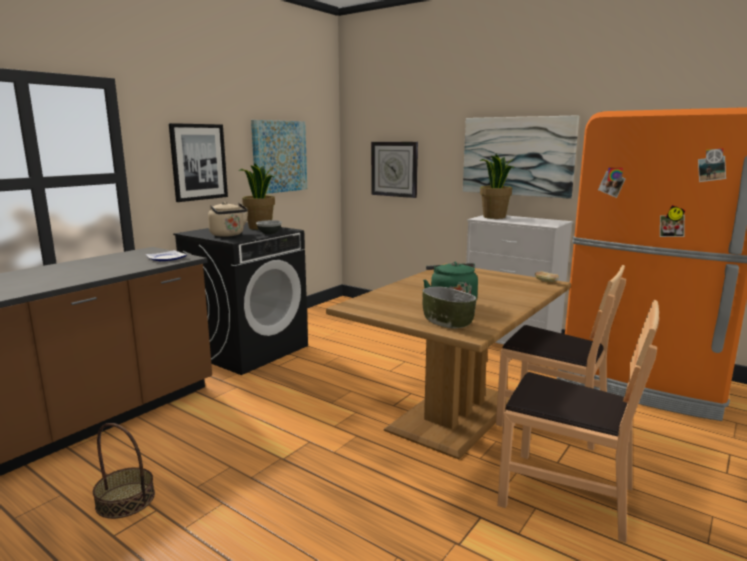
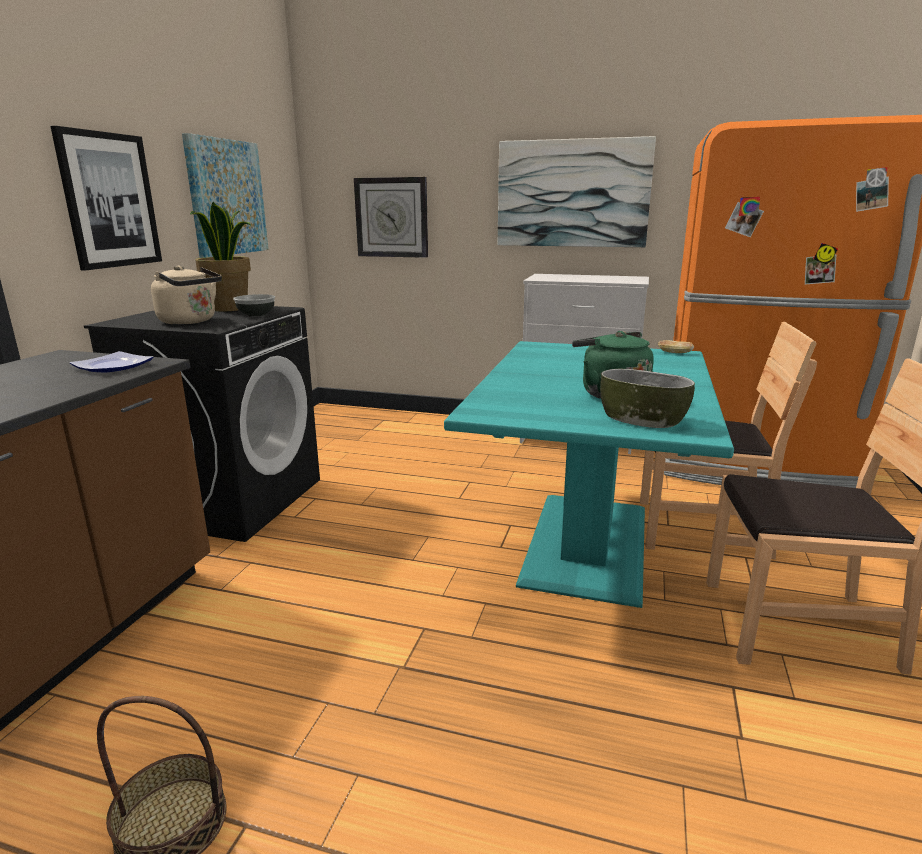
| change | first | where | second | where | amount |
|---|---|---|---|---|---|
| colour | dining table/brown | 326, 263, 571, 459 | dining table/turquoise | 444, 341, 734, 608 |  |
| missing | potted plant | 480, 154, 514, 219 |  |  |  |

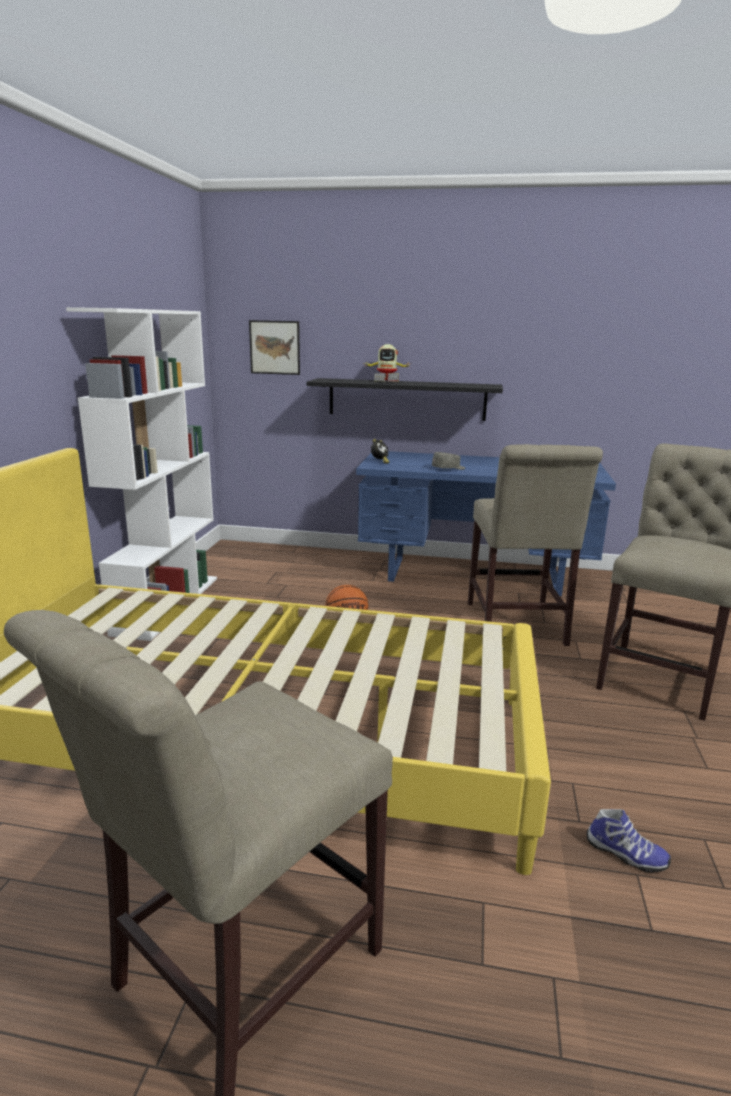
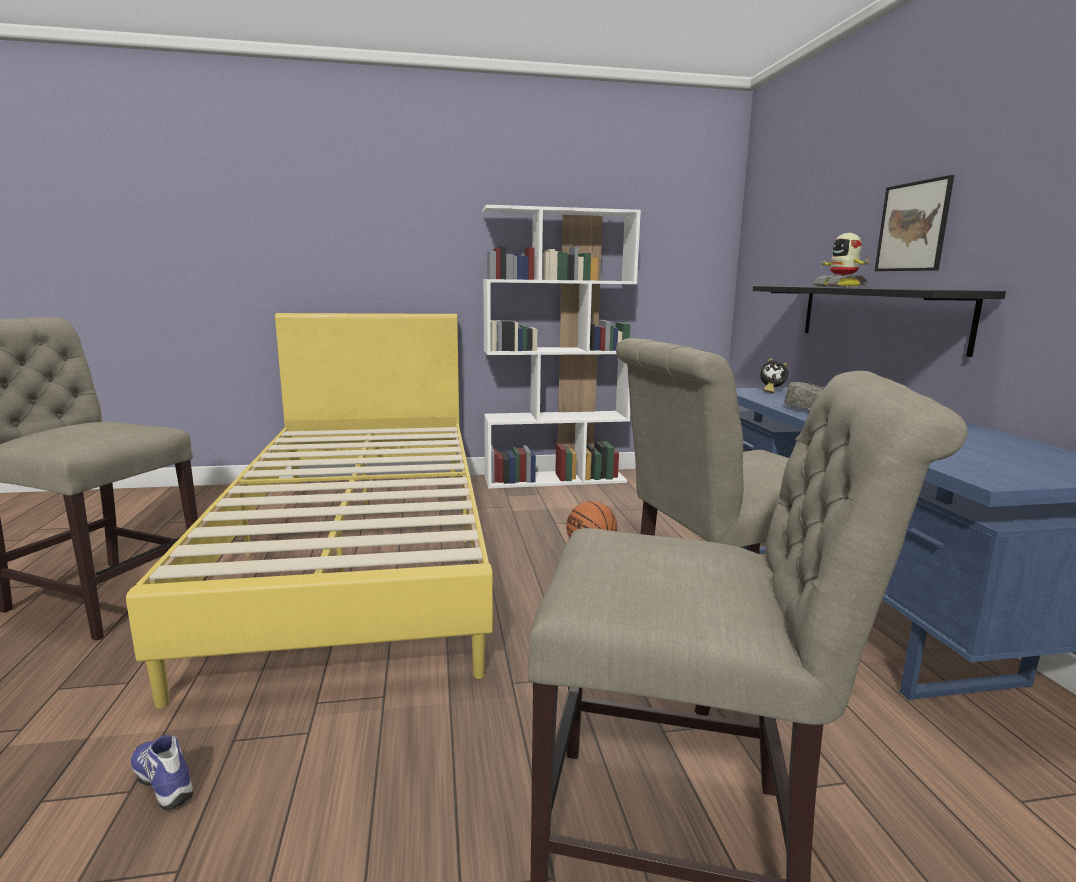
| change | first | where | second | where | amount |
|---|---|---|---|---|---|
| relocated | picture | 249, 320, 300, 375 |  | 875, 175, 954, 271 |  |
| spun | shoe | 586, 809, 671, 873 |  | 131, 735, 193, 811 | 120 degrees clockwise |

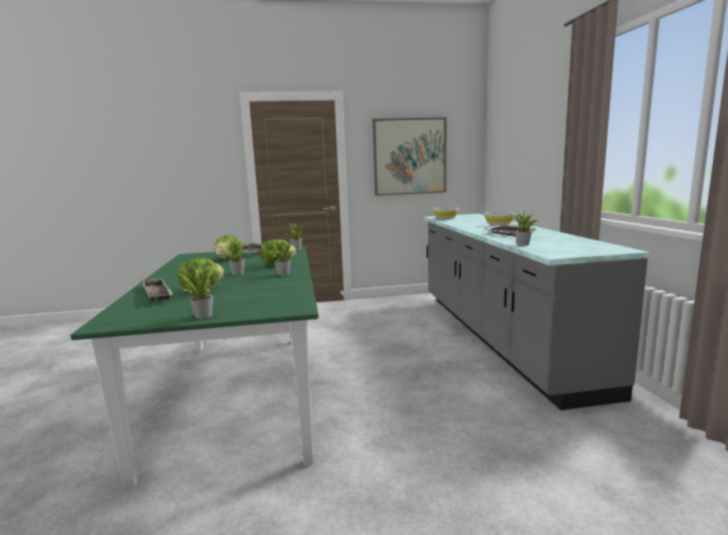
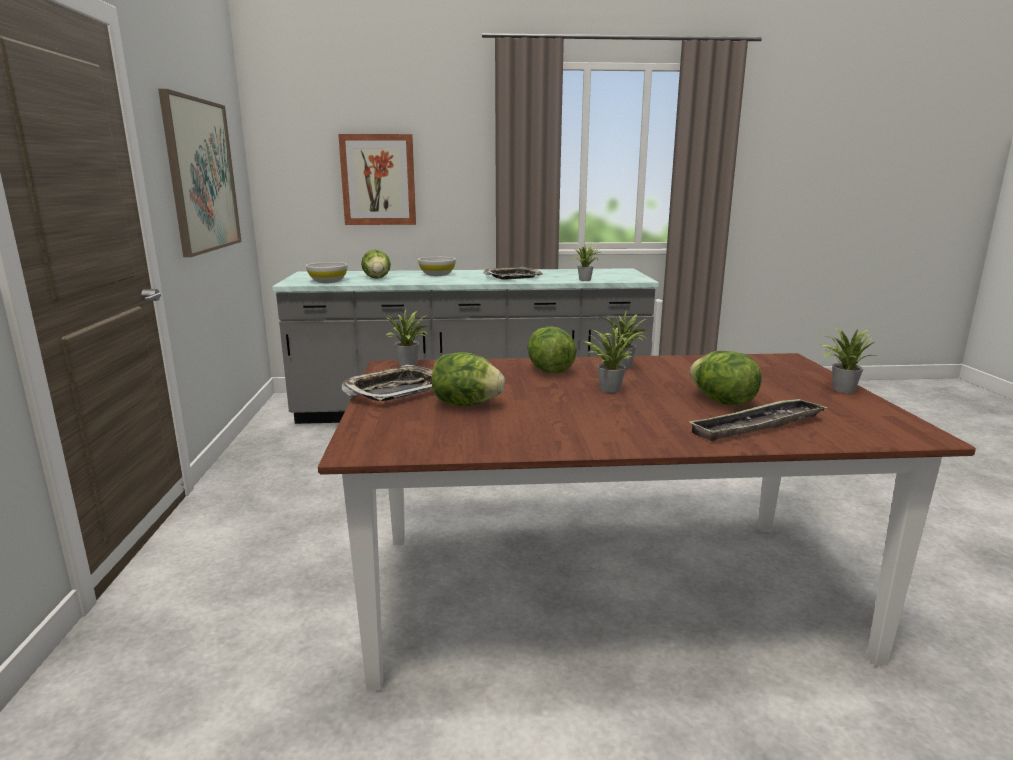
| change | first | where | second | where | amount |
|---|---|---|---|---|---|
| colour | dining table/green | 70, 246, 319, 490 | dining table/brown | 318, 353, 976, 691 |  |
| appeared |  |  | picture | 338, 134, 416, 225 |  |
| appeared |  |  | lettuce | 361, 250, 391, 279 |  |

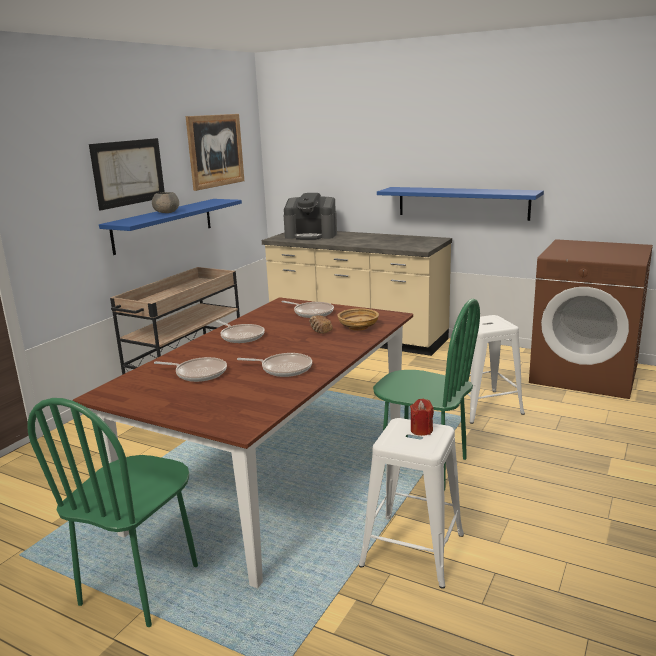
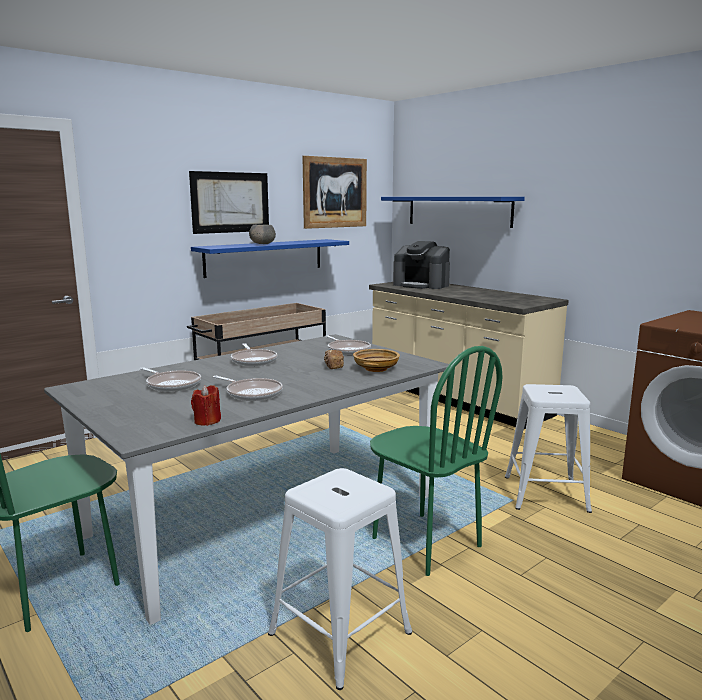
| change | first | where | second | where | amount |
|---|---|---|---|---|---|
| colour | dining table/brown | 73, 297, 413, 588 | dining table/grey | 44, 334, 449, 625 |  |
| relocated | shelf/blue | 377, 187, 544, 221 |  | 381, 197, 525, 228 |  |
| relocated | candle/red | 410, 399, 434, 436 |  | 191, 385, 221, 426 |  |

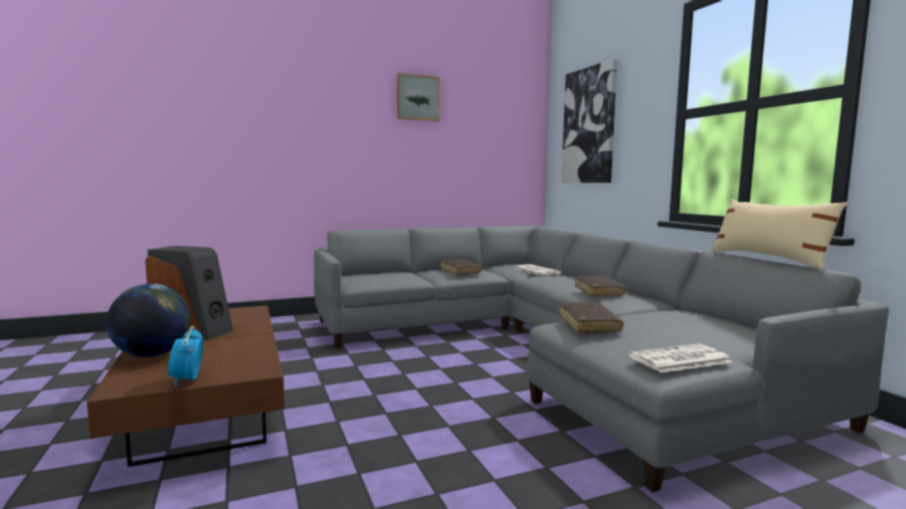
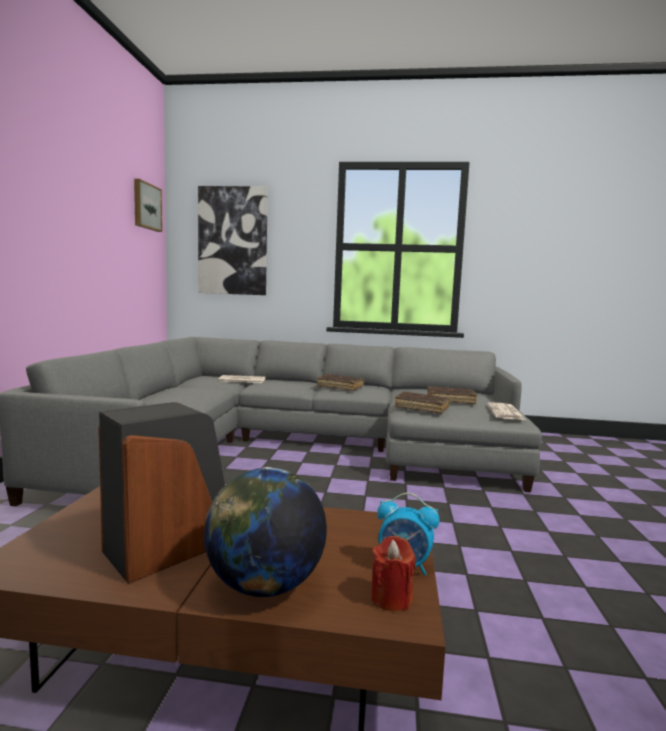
| change | first | where | second | where | amount |
|---|---|---|---|---|---|
| relocated | picture | 397, 73, 440, 121 |  | 134, 179, 162, 232 |  |
| relocated | book/brown | 440, 258, 482, 275 |  | 427, 386, 477, 404 |  |
| missing | pillow/beige | 710, 199, 848, 269 |  |  |  |
| appeared |  |  | candle/red | 371, 536, 416, 611 |  |

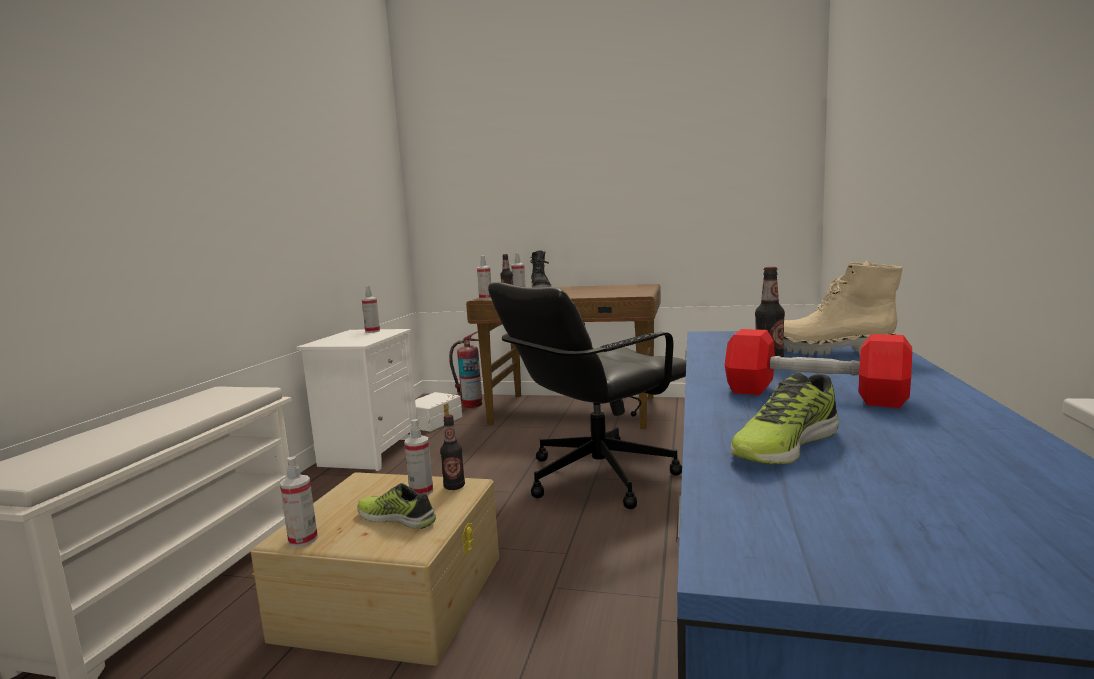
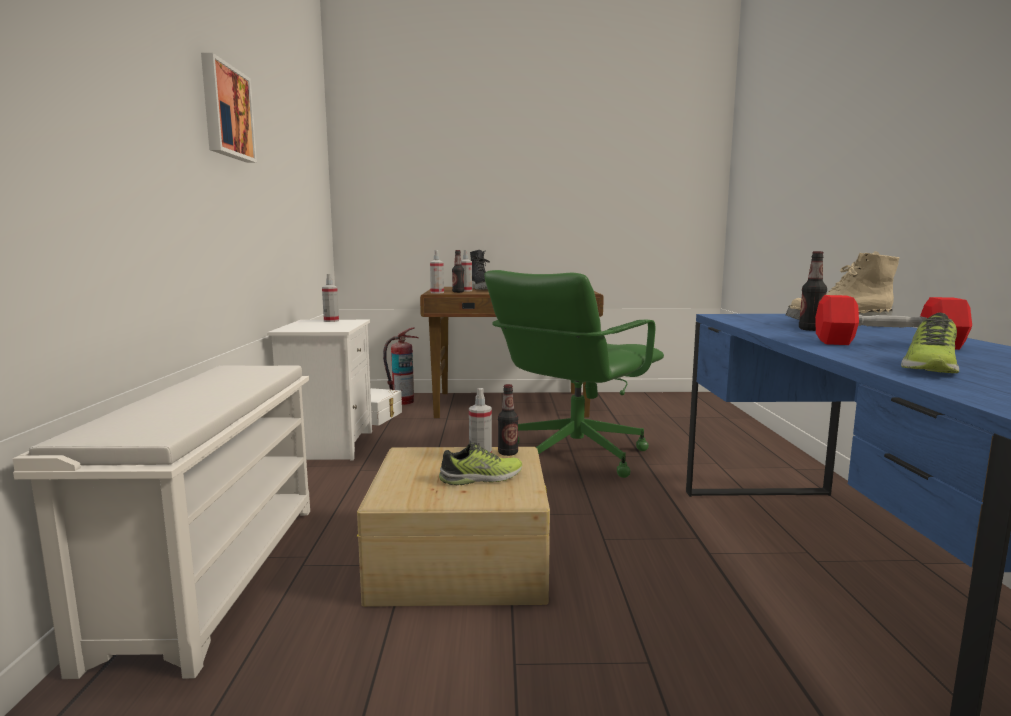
| change | first | where | second | where | amount |
|---|---|---|---|---|---|
| missing | spray bottle | 280, 456, 318, 547 |  |  |  |
| spun | shoe | 357, 483, 436, 529 |  | 439, 443, 522, 485 | 150 degrees clockwise |
| colour | office chair/black | 488, 282, 686, 509 | office chair/green | 484, 270, 664, 478 |  |
| appeared |  |  | picture | 201, 53, 257, 163 |  |

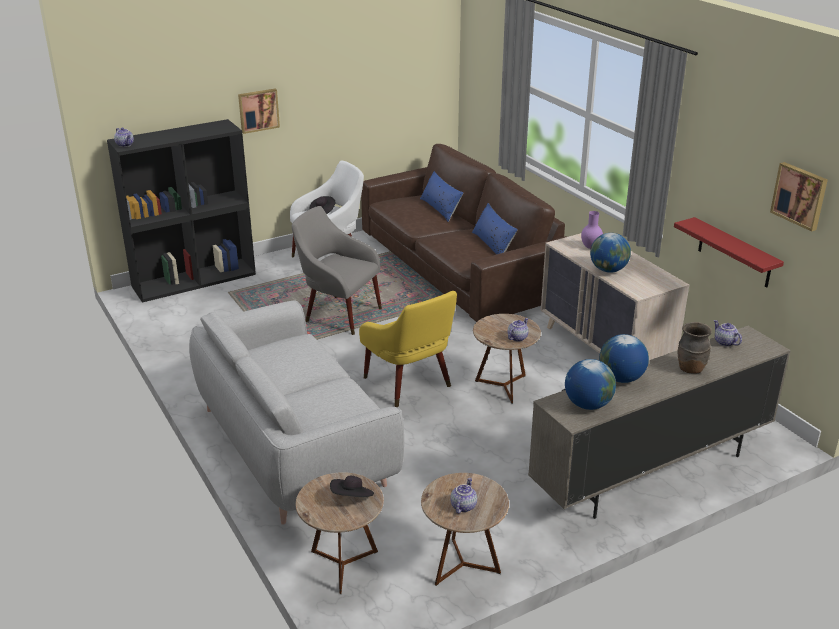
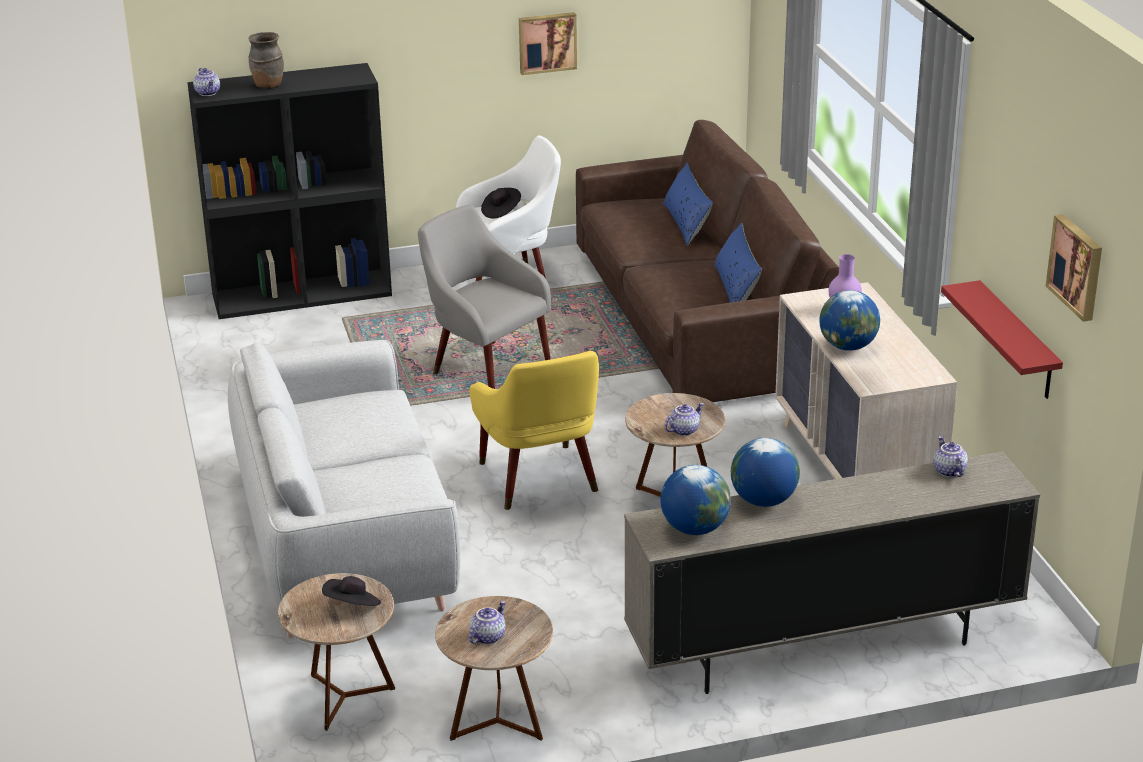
| change | first | where | second | where | amount |
|---|---|---|---|---|---|
| relocated | picture | 238, 89, 280, 134 |  | 519, 12, 577, 75 |  |
| relocated | vase/brown | 678, 322, 712, 374 |  | 248, 32, 284, 88 |  |

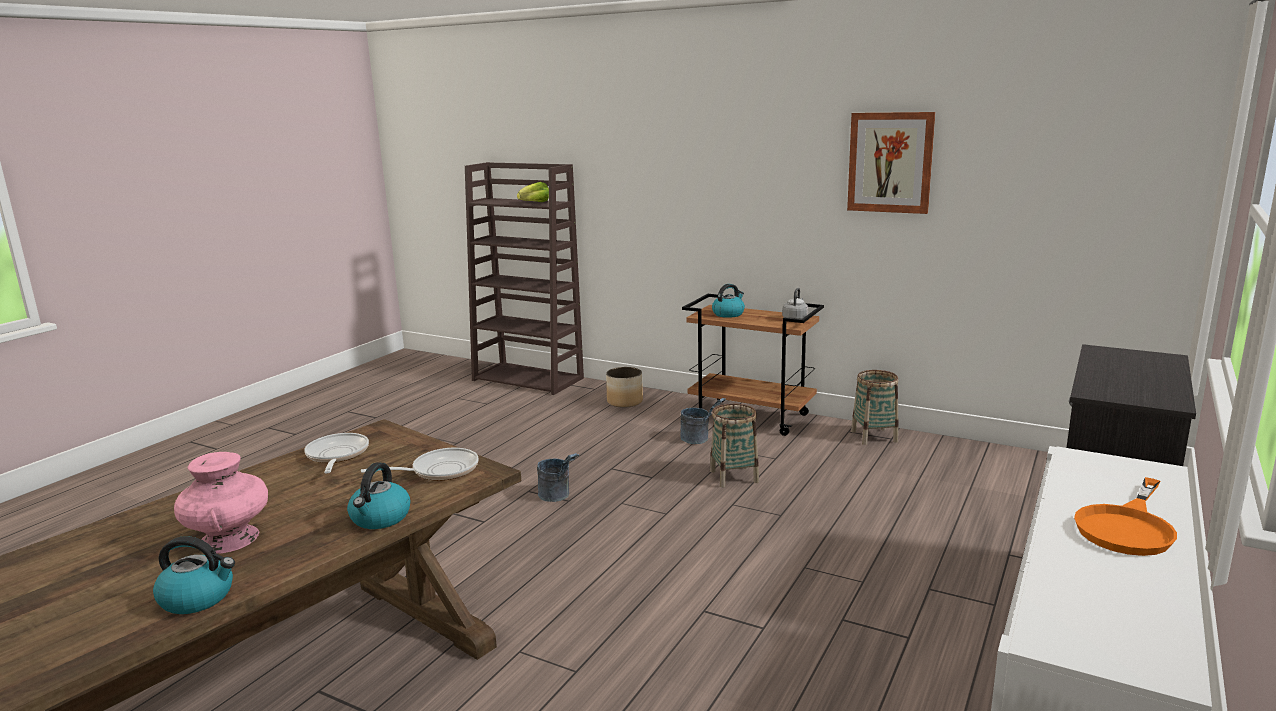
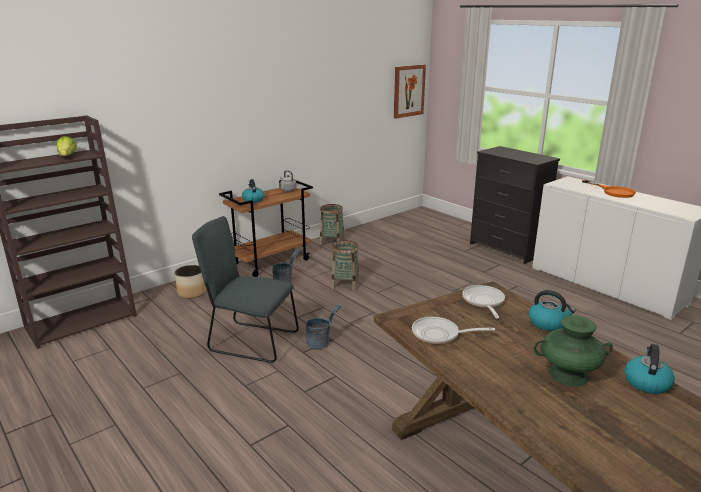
| change | first | where | second | where | amount |
|---|---|---|---|---|---|
| colour | vase/pink | 174, 452, 268, 553 | vase/green | 534, 315, 613, 386 |  |
| relocated | picture | 847, 112, 935, 214 |  | 394, 65, 426, 119 |  |
| appeared |  |  | chair/grey | 192, 216, 299, 363 |  |

